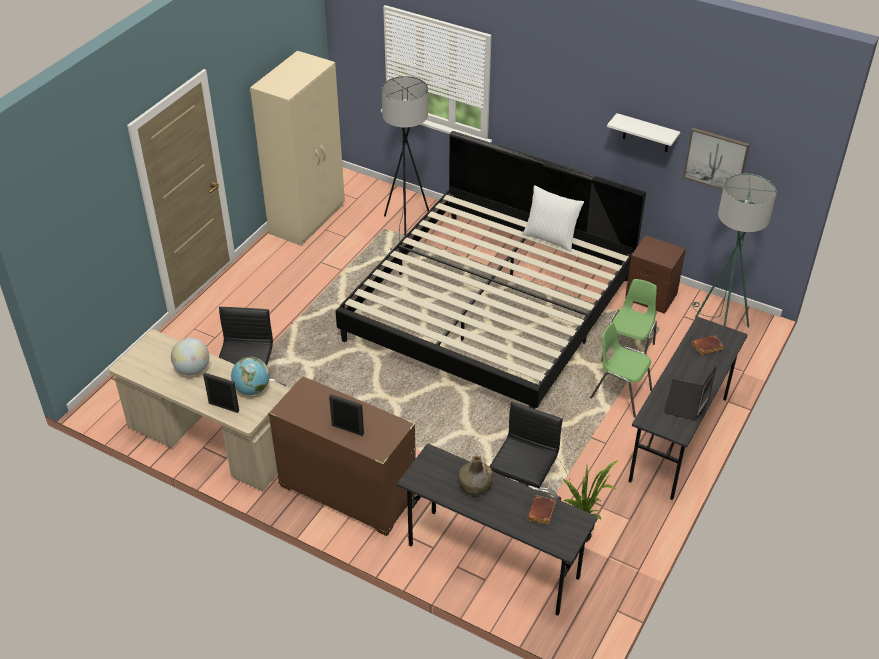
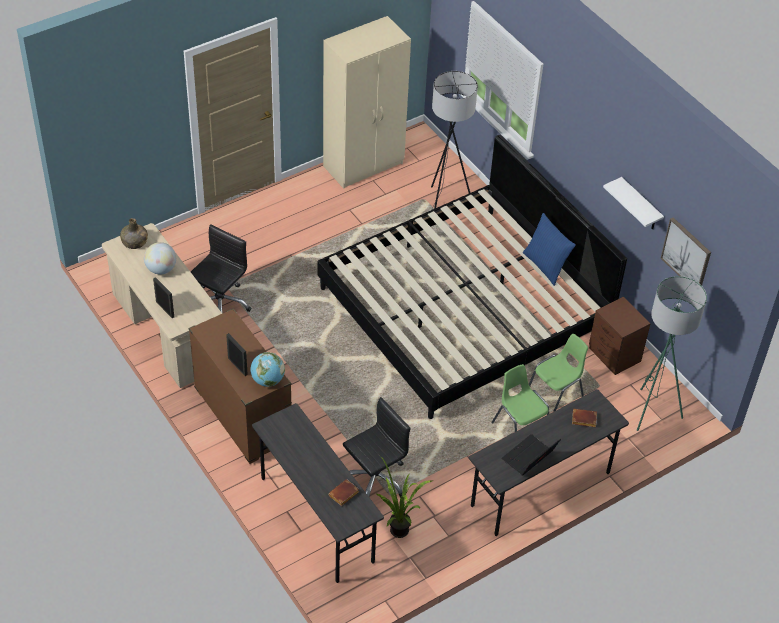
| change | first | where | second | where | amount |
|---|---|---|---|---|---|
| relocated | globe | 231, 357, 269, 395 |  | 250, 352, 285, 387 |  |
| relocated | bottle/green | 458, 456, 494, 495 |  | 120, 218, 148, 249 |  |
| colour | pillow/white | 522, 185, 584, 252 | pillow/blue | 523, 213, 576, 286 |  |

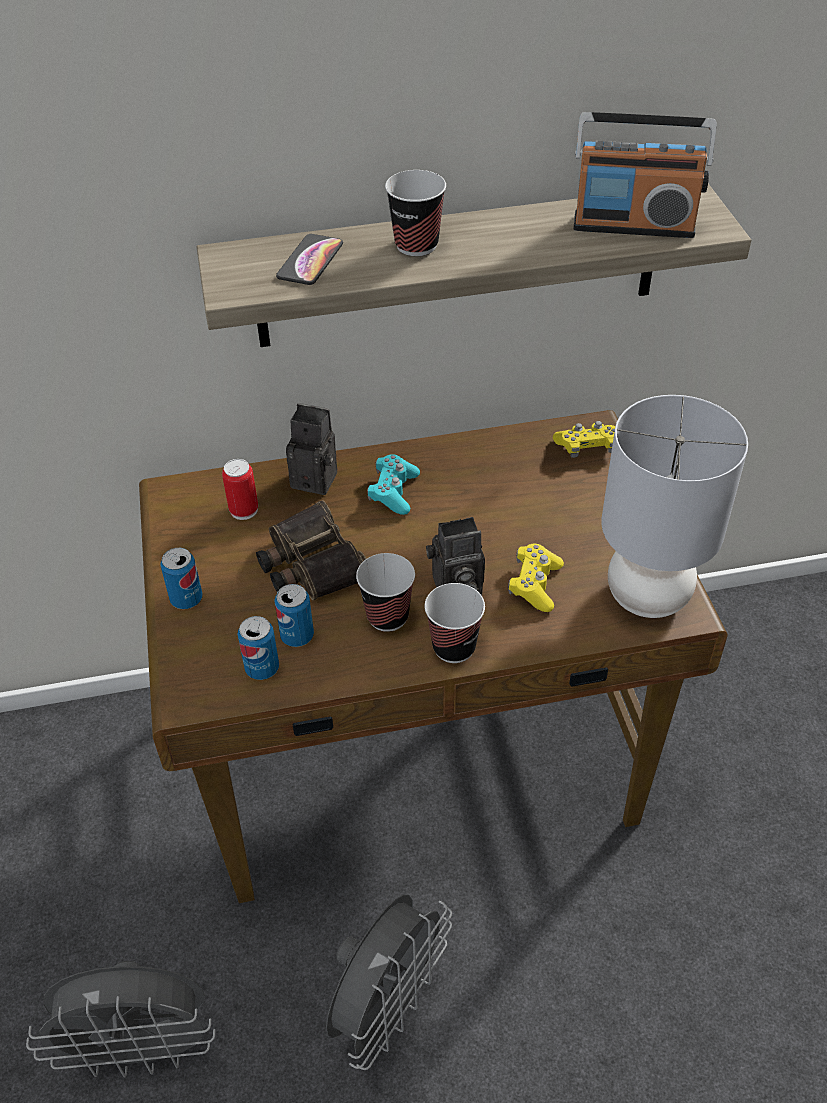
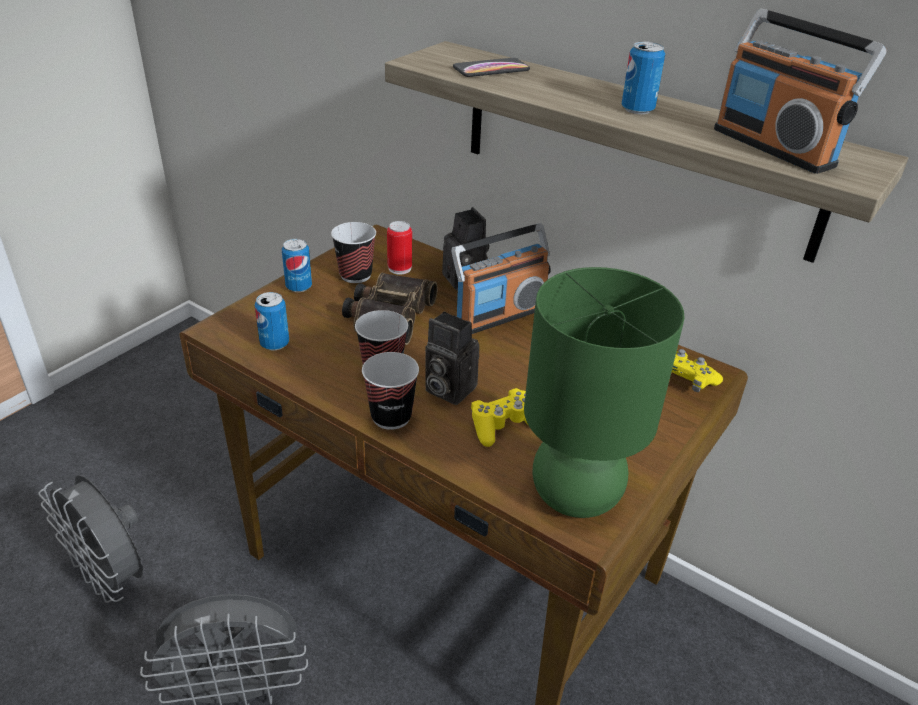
| change | first | where | second | where | amount |
|---|---|---|---|---|---|
| relocated | can | 274, 584, 314, 647 |  | 622, 41, 665, 114 |  |
| exchanged | game controller/turquoise | 367, 454, 420, 515 | radio | 451, 223, 551, 334 |  |
| relocated | cup | 385, 170, 446, 256 |  | 331, 222, 376, 283 |  |
| colour | table lamp/grey | 601, 395, 748, 618 | table lamp/green | 524, 267, 685, 518 |  |

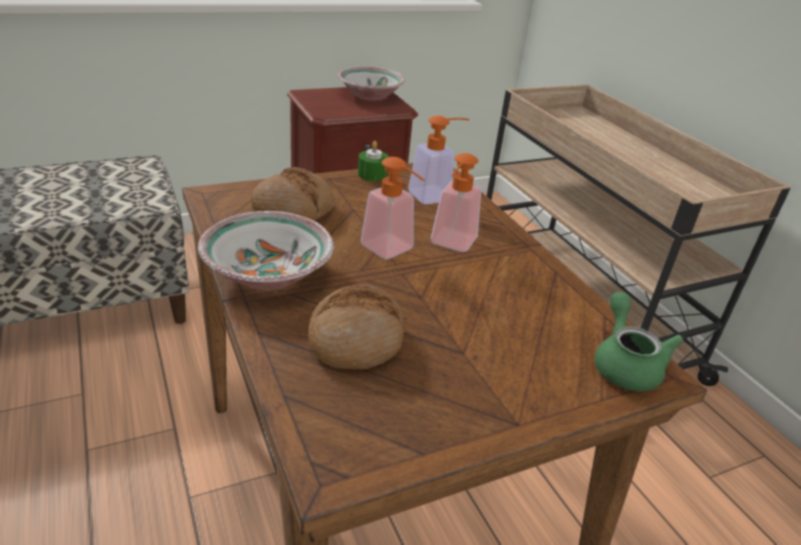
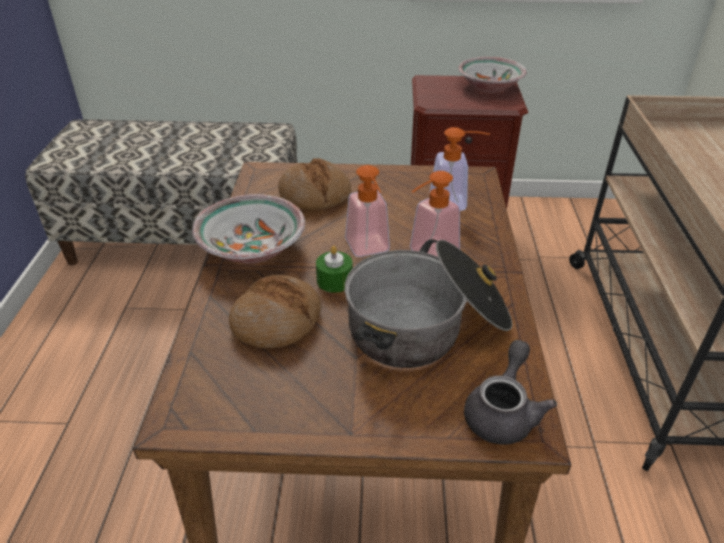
| change | first | where | second | where | amount |
|---|---|---|---|---|---|
| relocated | candle/green | 358, 141, 389, 181 |  | 316, 246, 353, 293 |  |
| colour | teapot/green | 595, 292, 683, 392 | teapot/grey | 464, 340, 557, 445 |  |
| appeared |  |  | cooking pot | 345, 239, 512, 368 |  |

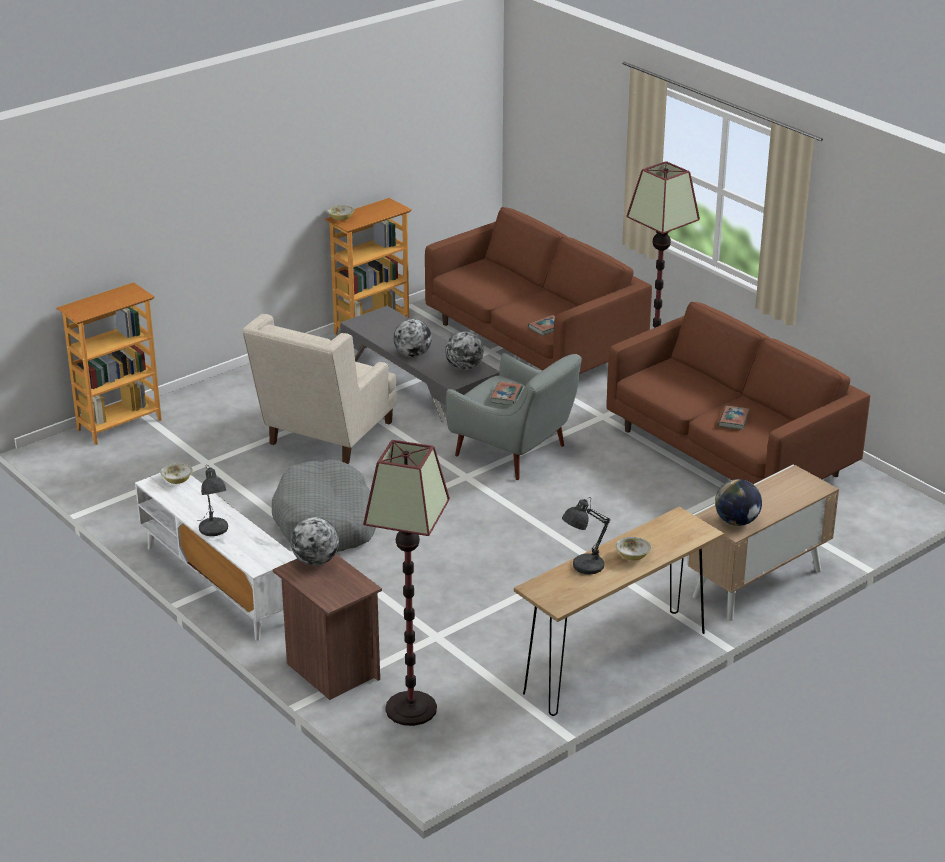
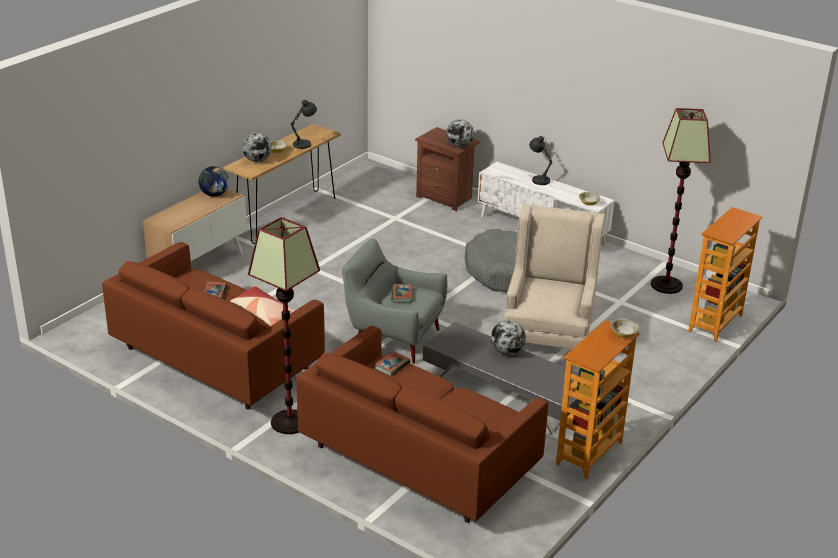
| change | first | where | second | where | amount |
|---|---|---|---|---|---|
| relocated | floor lamp | 363, 440, 450, 726 |  | 651, 108, 711, 294 |  |
| relocated | globe | 445, 332, 484, 370 |  | 242, 133, 272, 162 |  |
| appeared |  |  | pillow | 230, 285, 295, 326 |  |

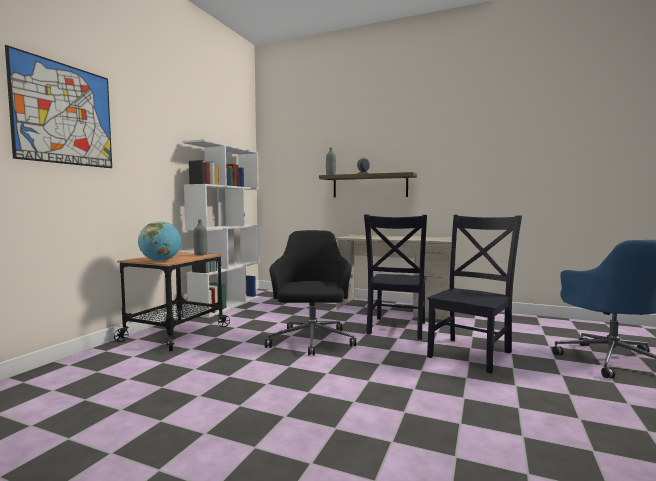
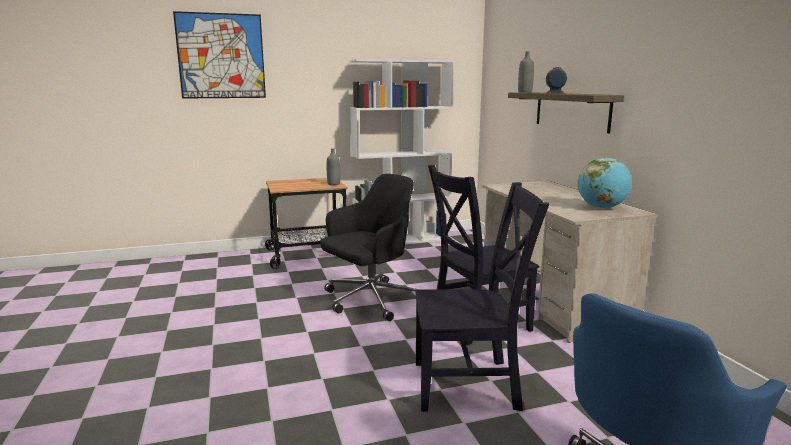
| change | first | where | second | where | amount |
|---|---|---|---|---|---|
| relocated | globe | 138, 221, 181, 261 |  | 578, 158, 632, 209 |  |

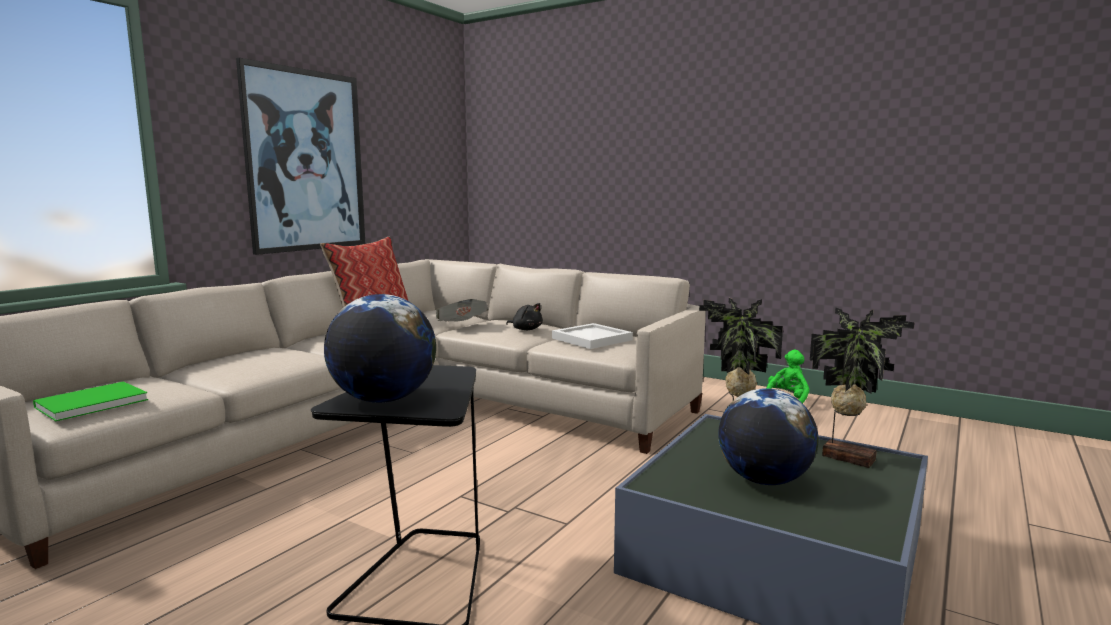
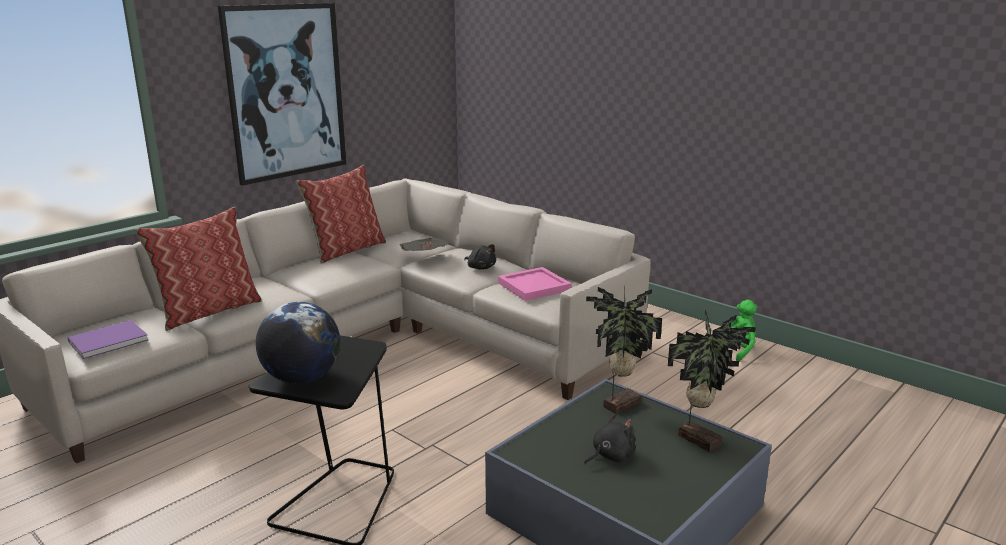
| change | first | where | second | where | amount |
|---|---|---|---|---|---|
| colour | book/green | 33, 382, 148, 421 | book/purple | 68, 320, 148, 359 |  |
| colour | tray/white | 552, 323, 633, 349 | tray/pink | 498, 267, 572, 301 |  |
| exchanged | globe | 718, 388, 818, 485 | plush toy/black | 584, 414, 636, 465 |  |
| appeared |  |  | pillow | 134, 207, 261, 331 |  |

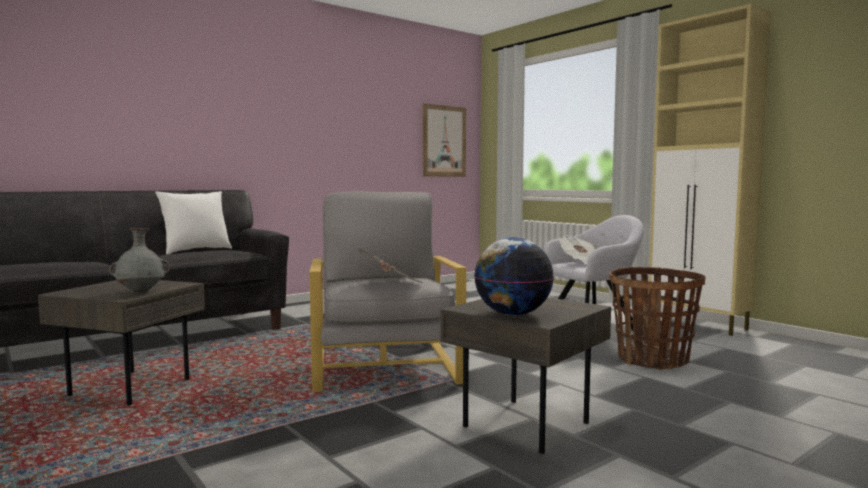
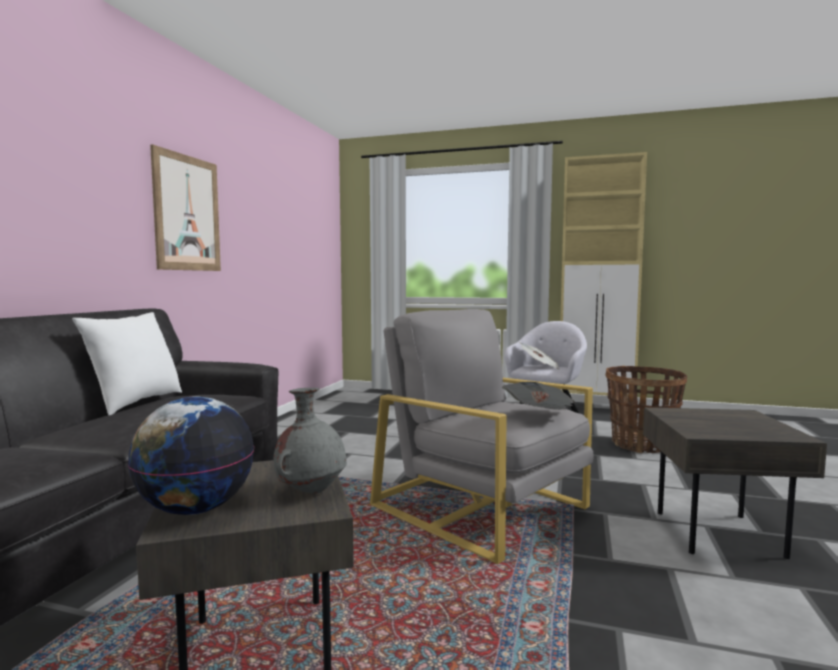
| change | first | where | second | where | amount |
|---|---|---|---|---|---|
| relocated | picture | 423, 103, 466, 177 |  | 150, 144, 221, 271 |  |
| relocated | globe | 474, 237, 554, 316 |  | 128, 396, 254, 515 |  |

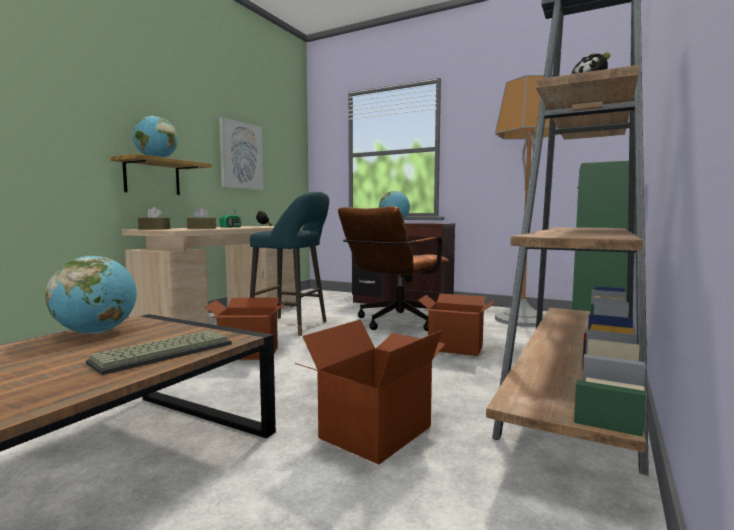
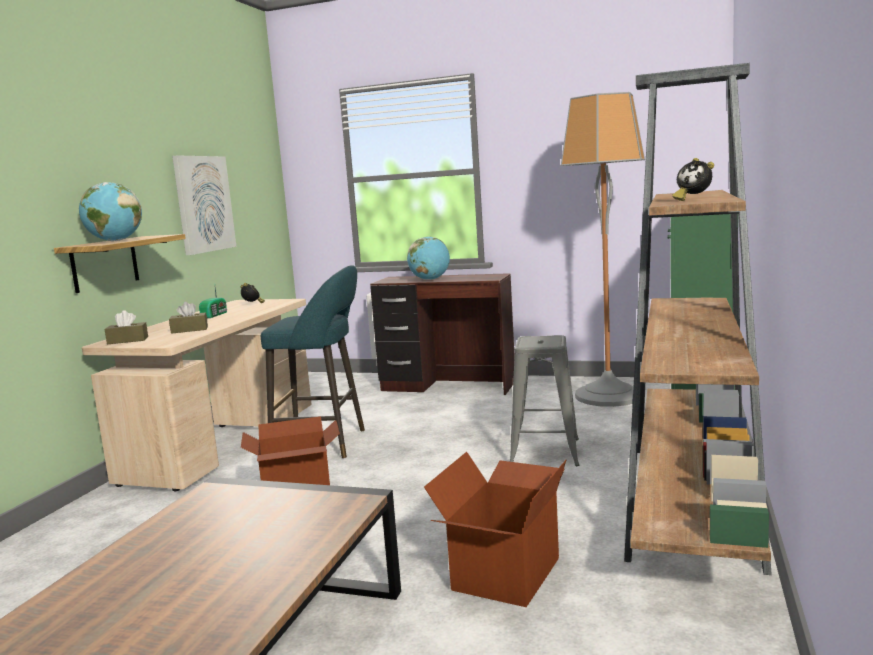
| change | first | where | second | where | amount |
|---|---|---|---|---|---|
| missing | globe | 45, 256, 137, 334 |  |  |  |
| missing | keyboard | 86, 330, 232, 375 |  |  |  |
| missing | office chair/brown | 338, 206, 449, 331 |  |  |  |
| exchanged | cardboard box | 418, 294, 495, 356 | stool/grey | 510, 335, 579, 466 |  |

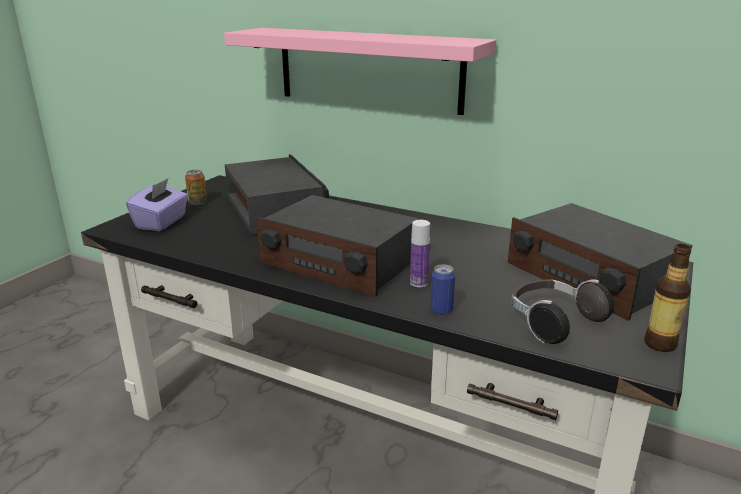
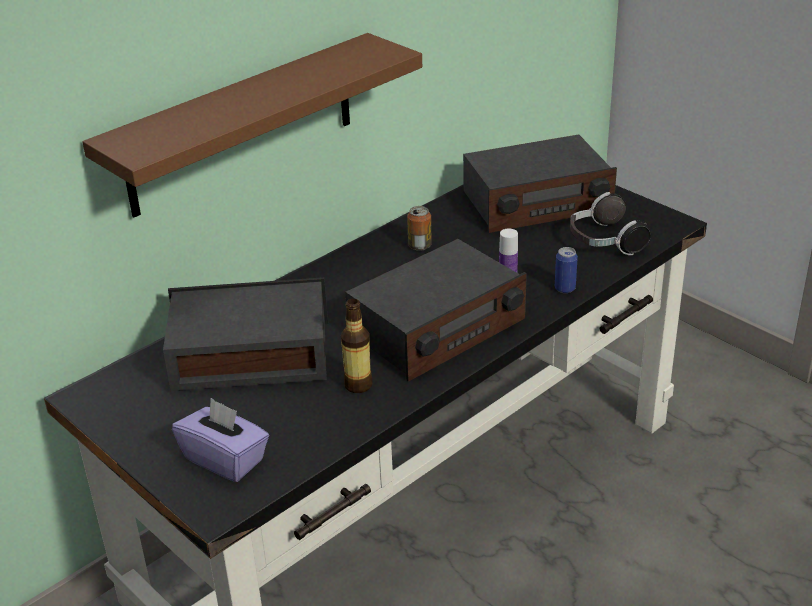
| change | first | where | second | where | amount |
|---|---|---|---|---|---|
| relocated | can | 185, 170, 207, 205 |  | 407, 206, 432, 251 |  |
| colour | shelf/pink | 224, 28, 496, 115 | shelf/brown | 82, 33, 422, 217 |  |
| relocated | bottle | 644, 244, 692, 352 |  | 341, 299, 372, 393 |  |

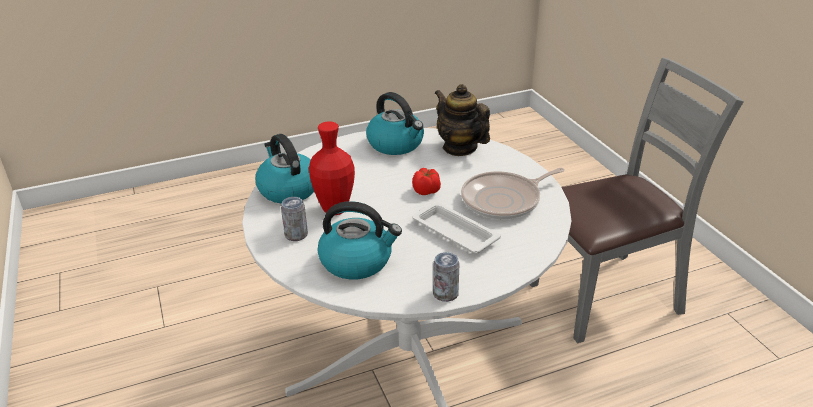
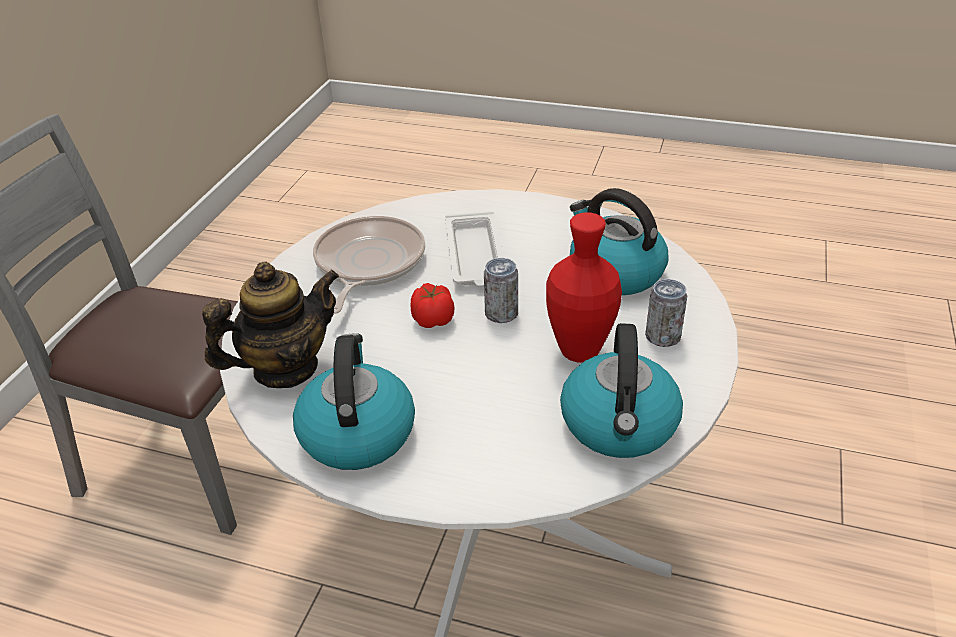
| change | first | where | second | where | amount |
|---|---|---|---|---|---|
| relocated | can | 433, 252, 459, 302 |  | 484, 258, 518, 323 |  |
| spun | teapot | 435, 84, 490, 156 |  | 202, 262, 339, 388 | 120 degrees counterclockwise |
| spun | frying pan | 461, 168, 565, 219 |  | 313, 216, 425, 314 | 90 degrees counterclockwise |

